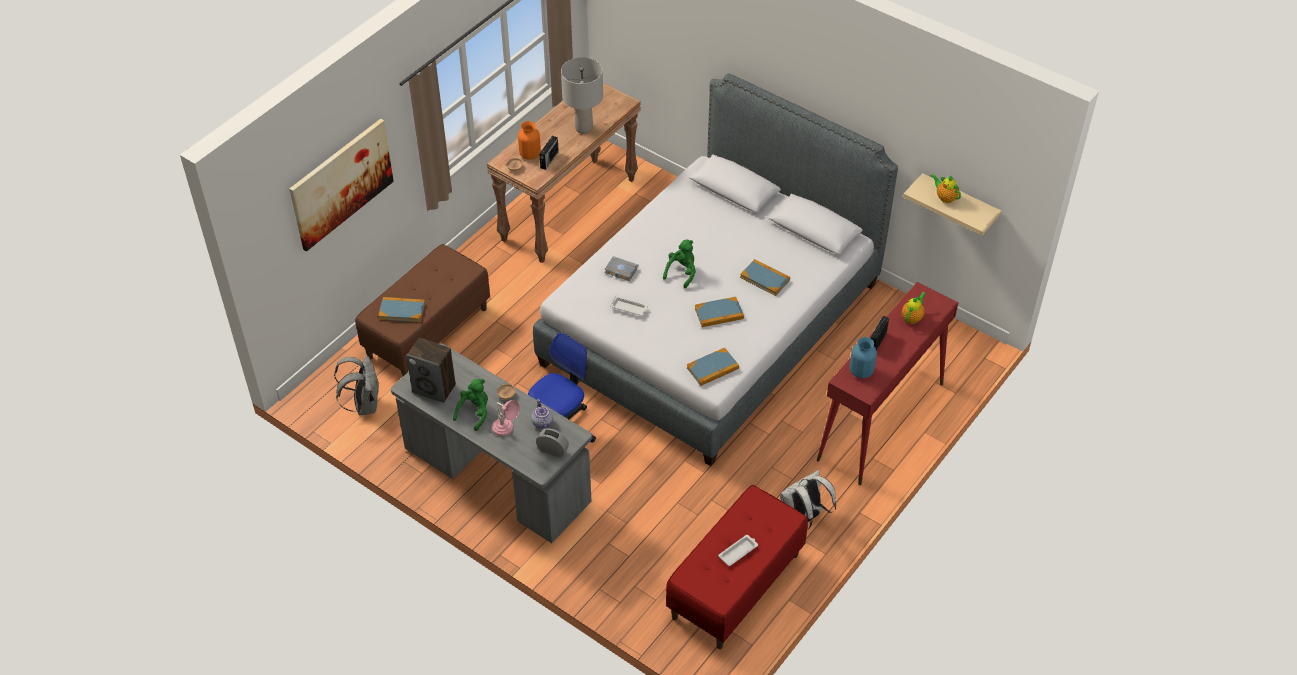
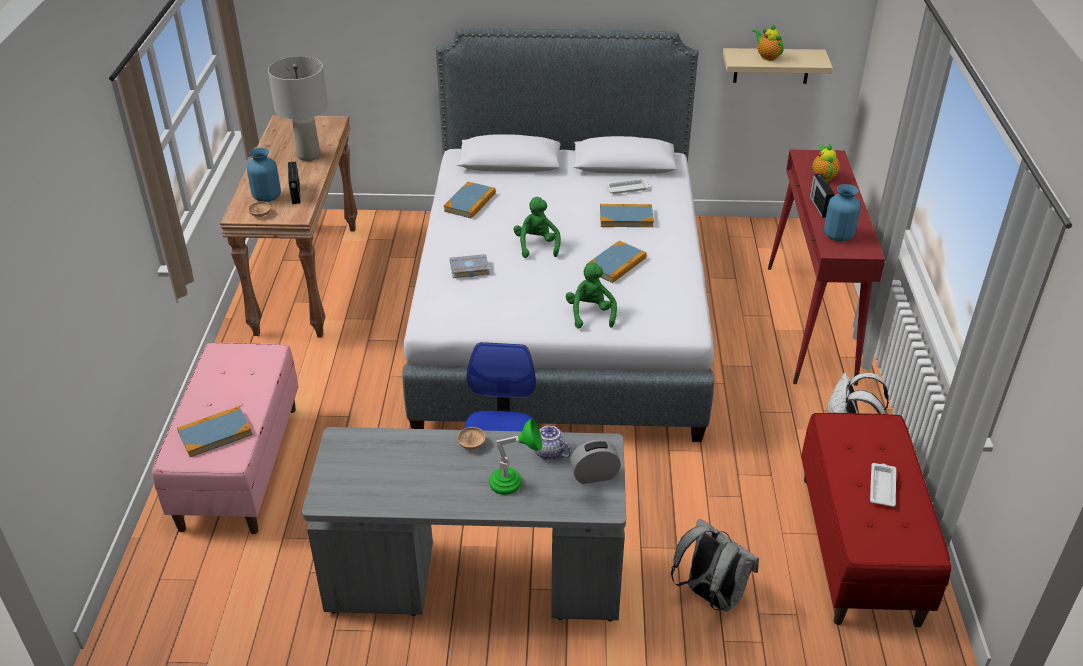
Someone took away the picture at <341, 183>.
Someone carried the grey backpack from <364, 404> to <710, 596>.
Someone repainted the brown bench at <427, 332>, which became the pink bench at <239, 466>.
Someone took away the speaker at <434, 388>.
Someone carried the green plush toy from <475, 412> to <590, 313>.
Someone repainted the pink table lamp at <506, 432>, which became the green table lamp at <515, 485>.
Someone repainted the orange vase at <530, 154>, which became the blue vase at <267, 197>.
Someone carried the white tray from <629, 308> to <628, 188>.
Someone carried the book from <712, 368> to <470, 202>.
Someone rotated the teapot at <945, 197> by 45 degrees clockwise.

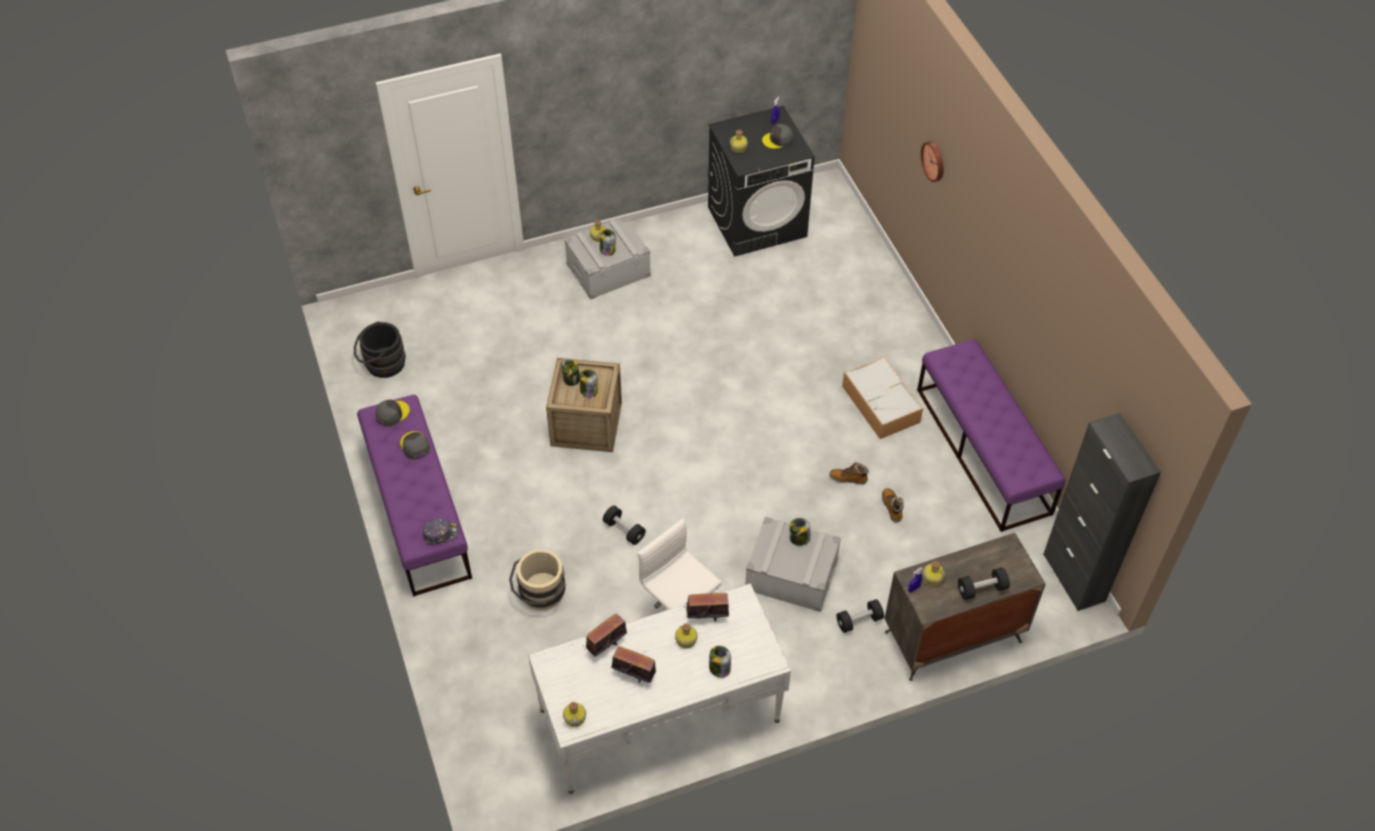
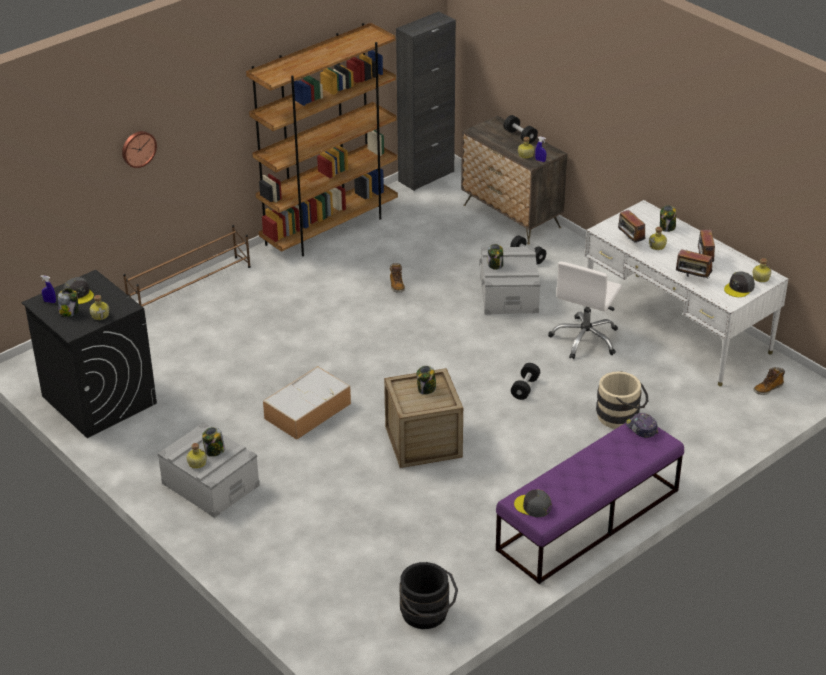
Someone carried the grey cap from <415, 446> to <739, 288>.
Someone carried the jar from <571, 379> to <69, 311>.
Someone carried the storage box from <881, 405> to <308, 410>.
Someone carried the boot from <892, 507> to <768, 388>.
Someone swapped the purple bench at <983, 451> for the brown bookcase at <330, 228>.
Someone put down the brown shoe rack at <190, 286>.

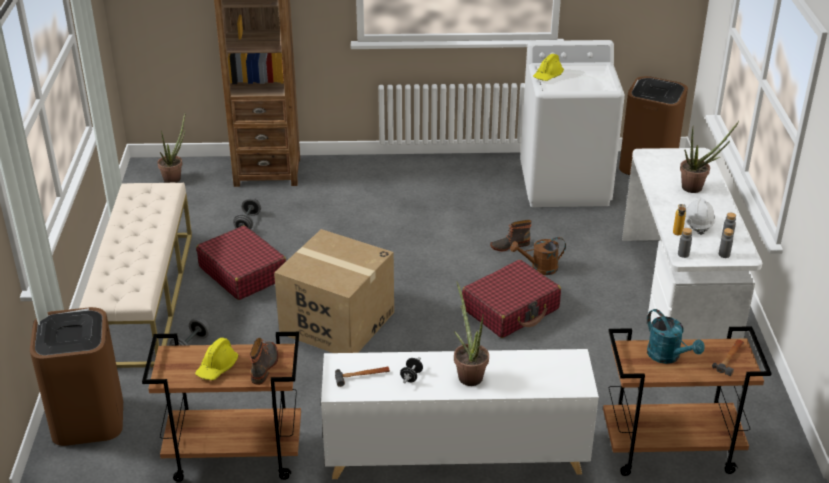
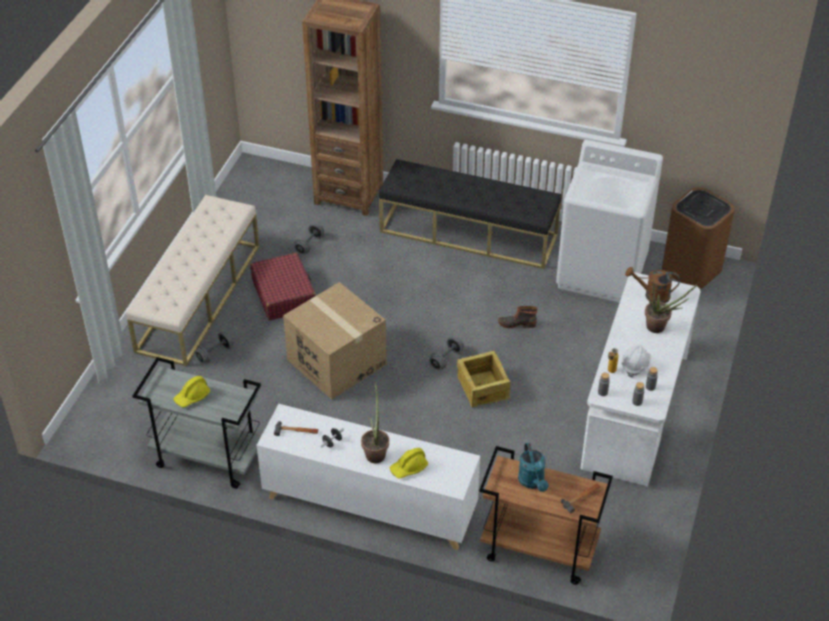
Someone took away the brown trash can at <87, 419>.
Someone repainted the brown cart at <233, 456>, which became the grey cart at <206, 458>.
Someone took away the potted plant at <175, 177>.
Someone took away the boot at <265, 366>.
Someone swapped the red suitcase at <511, 309> for the crate at <483, 387>.
Someone carried the brown watering can from <539, 268> to <652, 295>.
Someone carried the yellow hard hat from <548, 76> to <409, 468>.
Someone put down the black bench at <469, 233>.
Someone put down the grey dumbbell at <446, 359>.

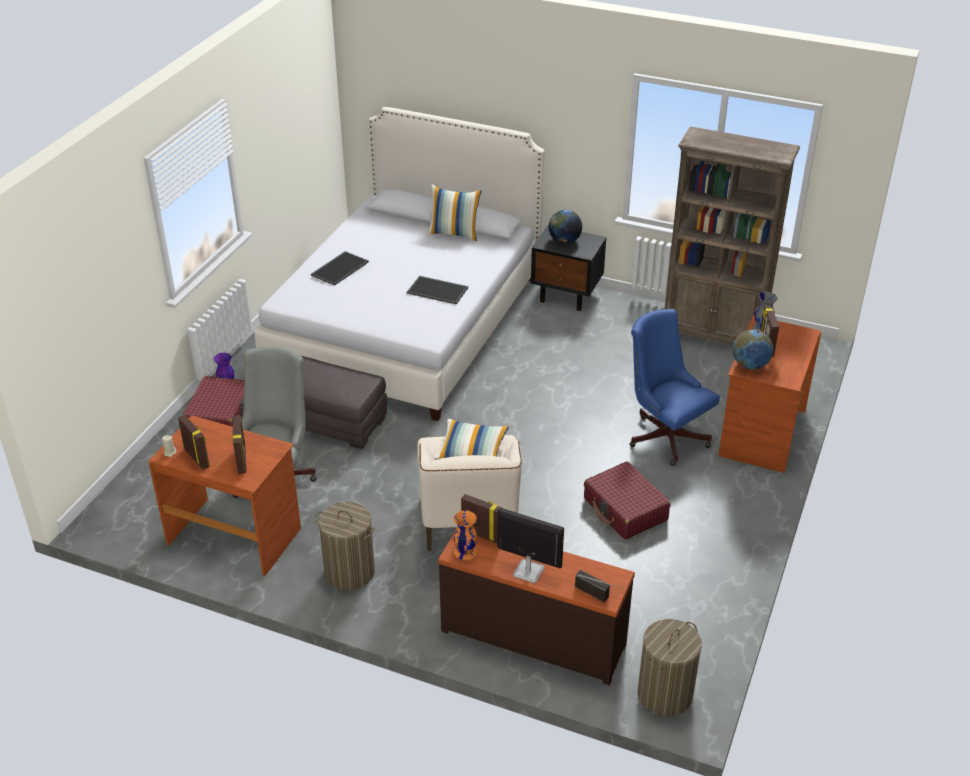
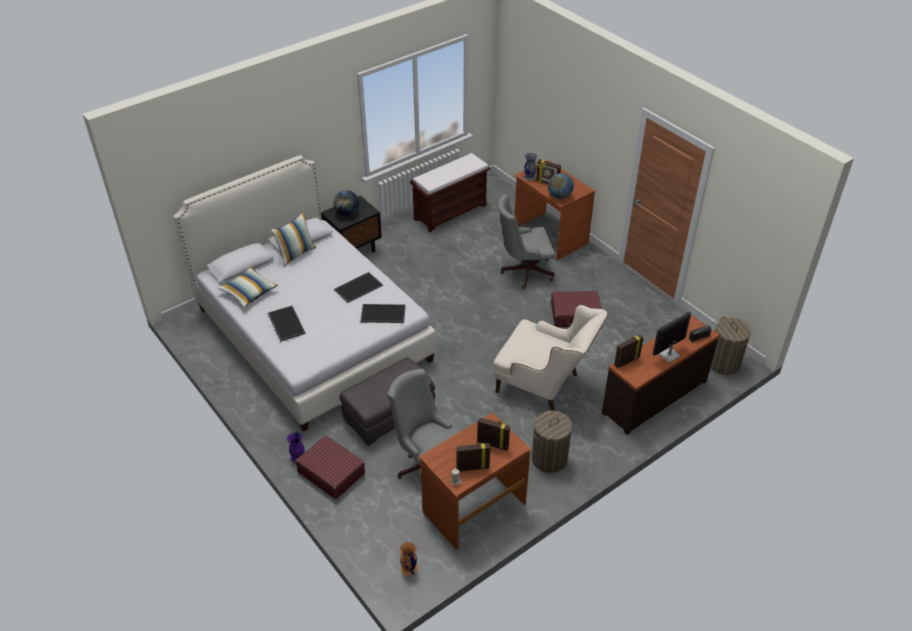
Someone carried the pillow from <472, 451> to <248, 292>.
Someone carried the orange vase from <465, 551> to <408, 568>.
Someone repainted the blue office chair at <665, 435>, which became the grey office chair at <524, 271>.
Someone swapped the brown bookcase at <713, 336> for the brown bench at <450, 212>.
Someone put down the tray at <382, 314>.

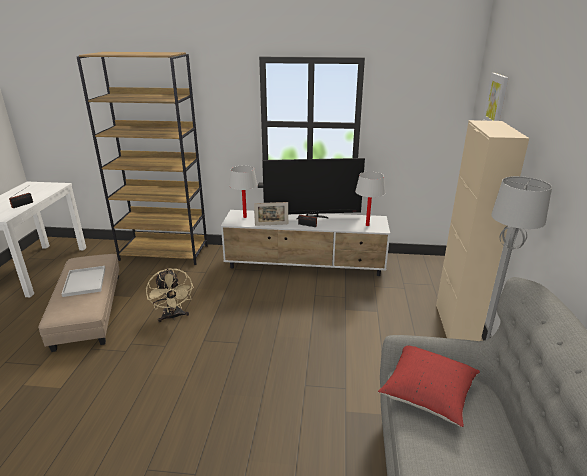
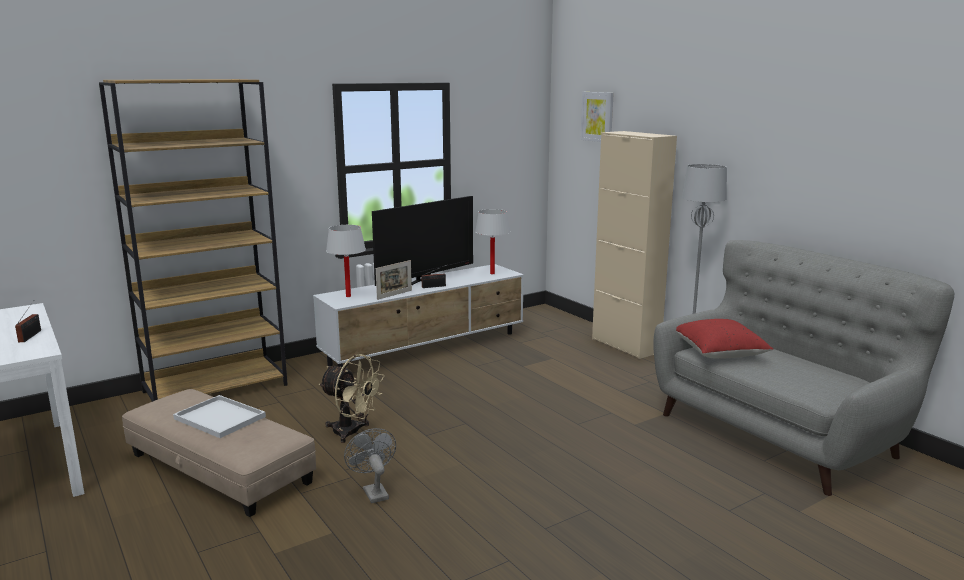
Someone put down the grey fan at <373, 491>.

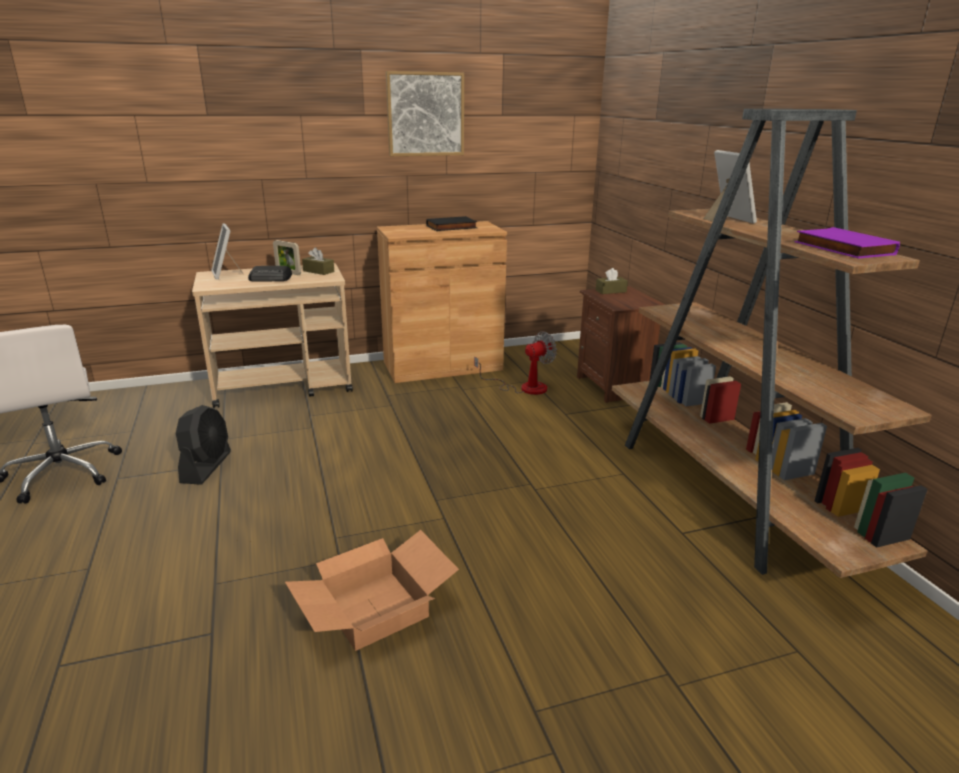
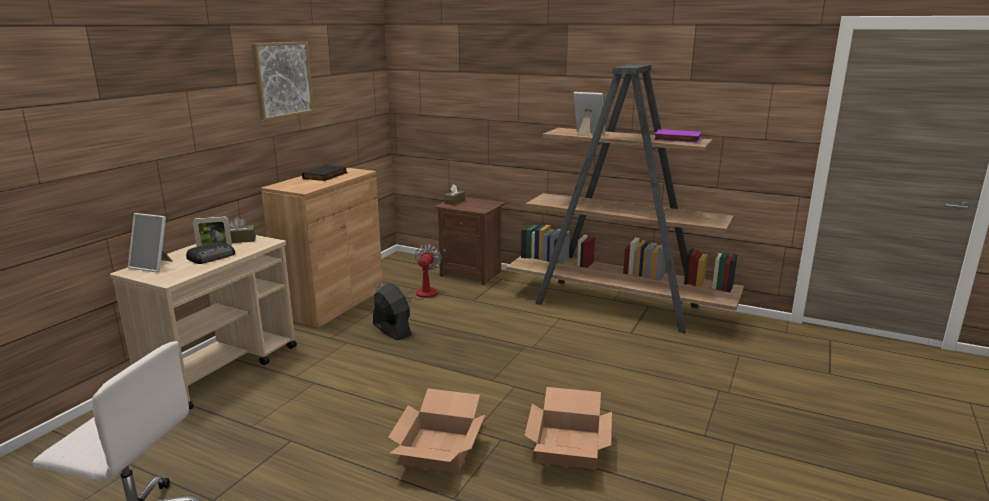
Someone carried the black fan from <206, 467> to <391, 330>.
Someone put down the cardboard box at <437, 448>.

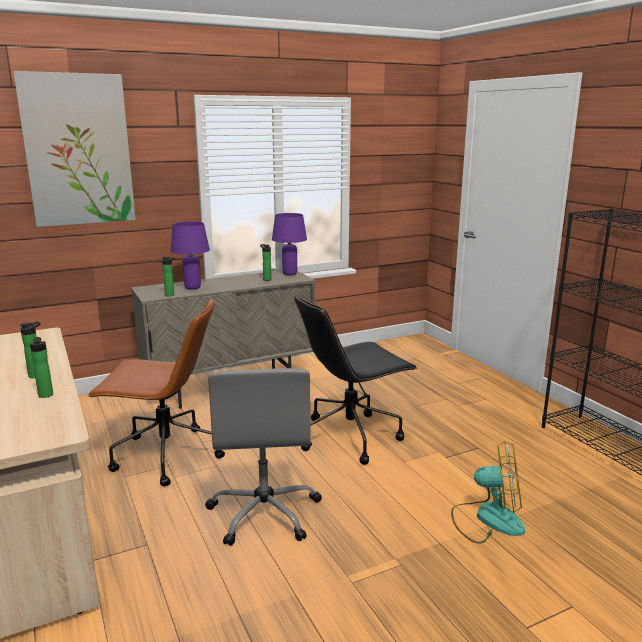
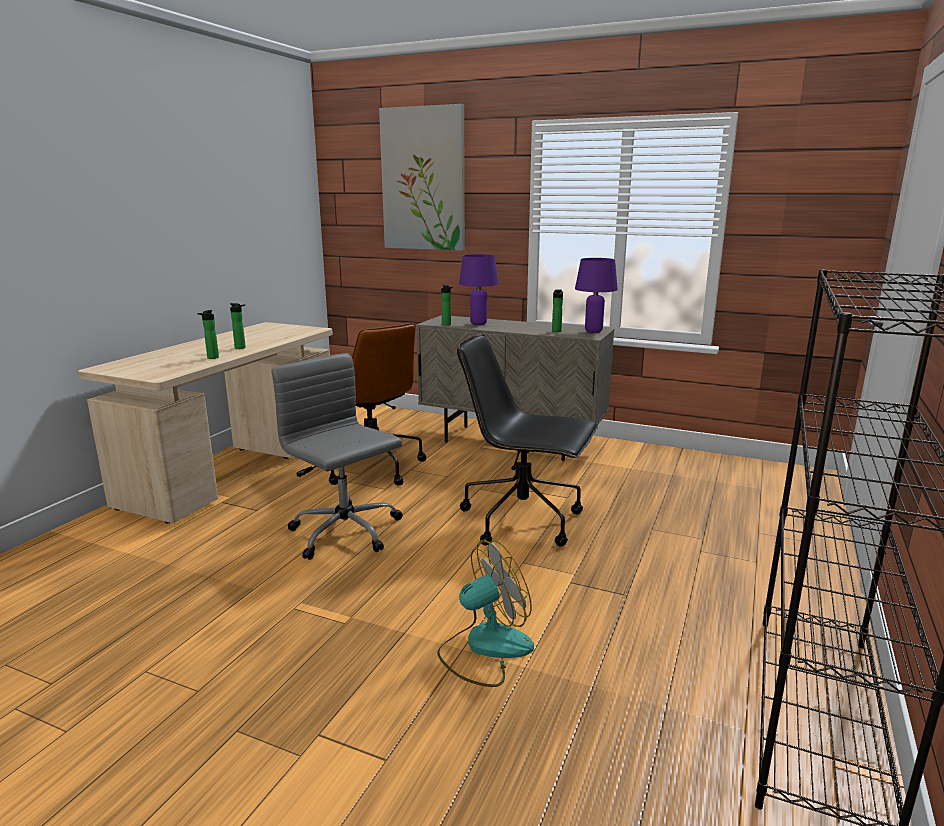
Someone rotated the grey office chair at <265, 512> by 90 degrees clockwise.
Someone rotated the fan at <487, 519> by 90 degrees counterclockwise.

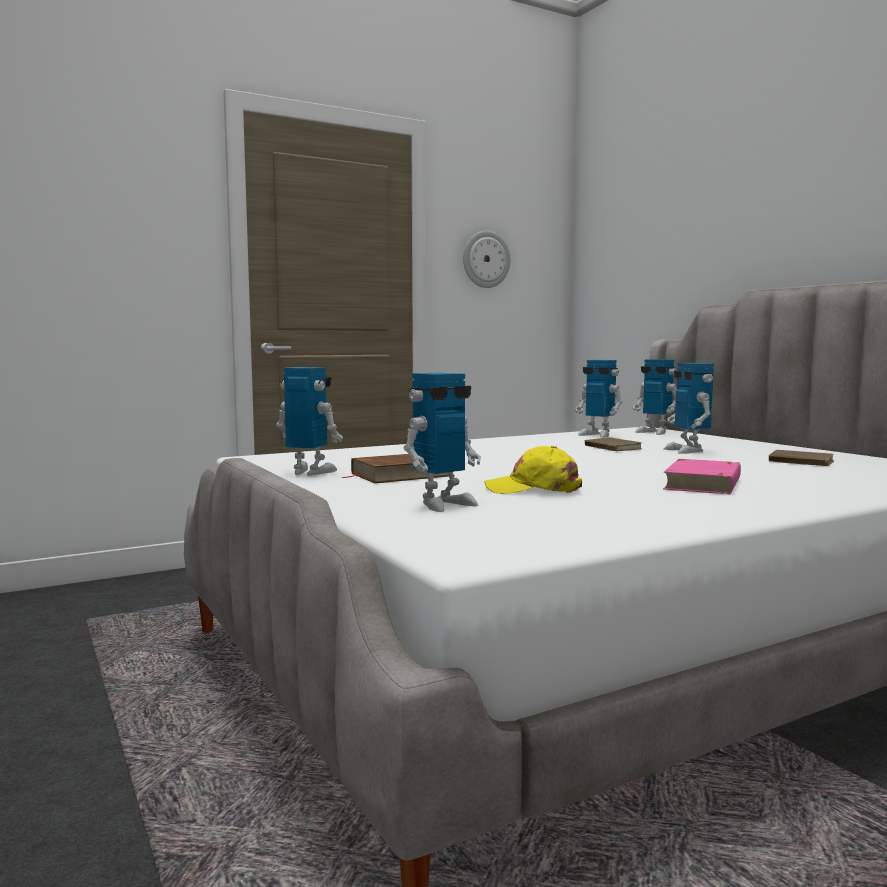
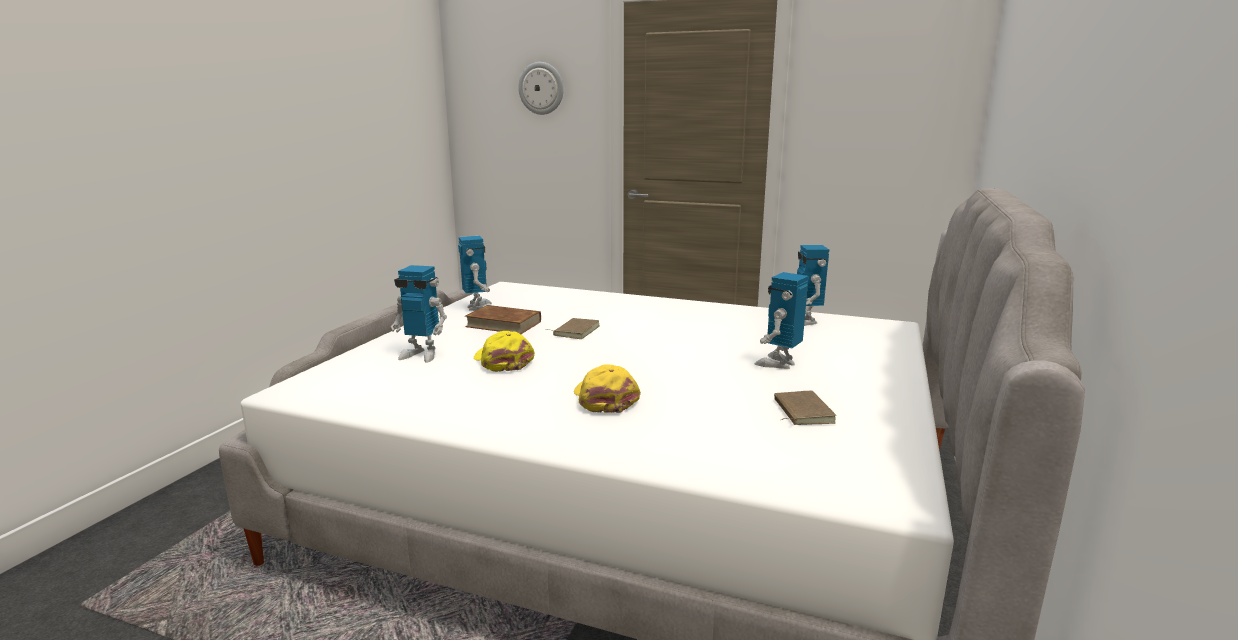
Someone carried the wall clock from <485, 259> to <541, 88>.
Someone carried the brown book from <611, 448> to <575, 331>.
Someone took away the toy robot at <654, 432>.
Someone swapped the pink book at <703, 484> for the yellow cap at <604, 398>.

